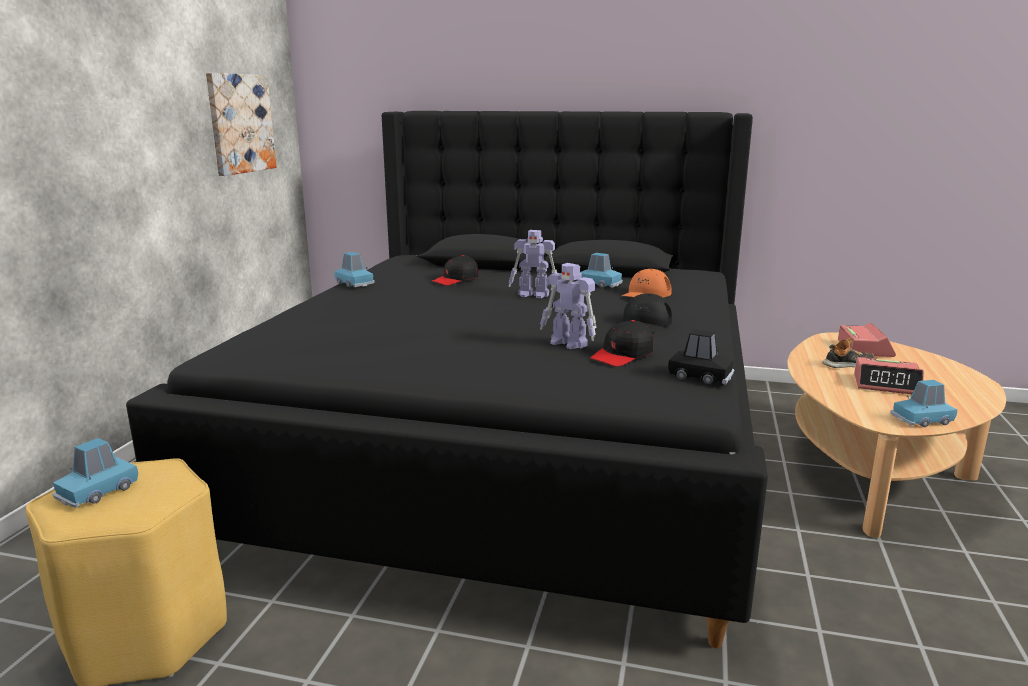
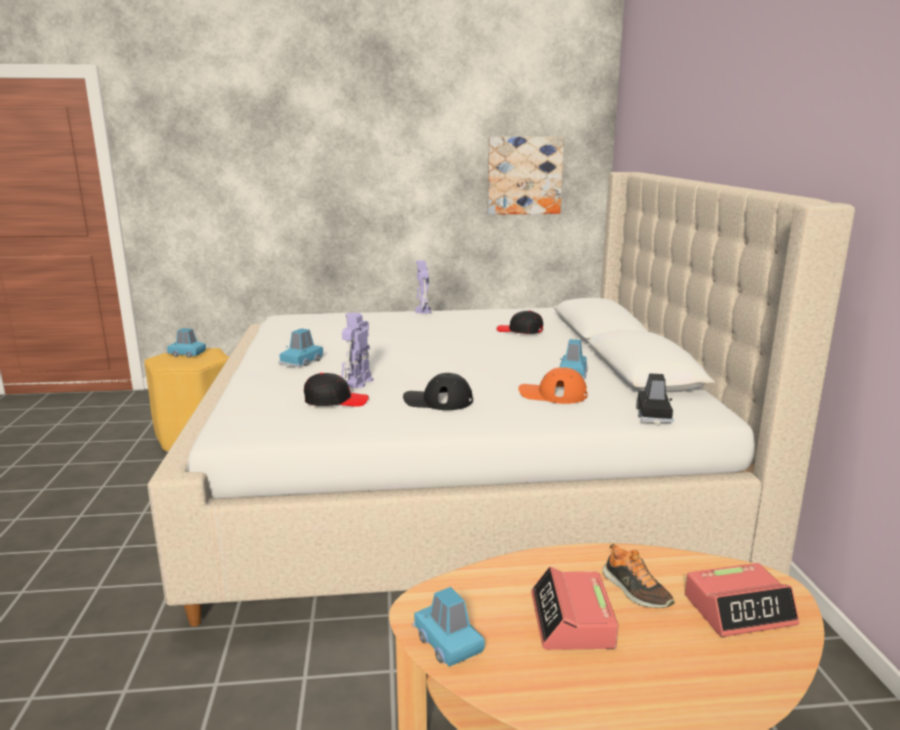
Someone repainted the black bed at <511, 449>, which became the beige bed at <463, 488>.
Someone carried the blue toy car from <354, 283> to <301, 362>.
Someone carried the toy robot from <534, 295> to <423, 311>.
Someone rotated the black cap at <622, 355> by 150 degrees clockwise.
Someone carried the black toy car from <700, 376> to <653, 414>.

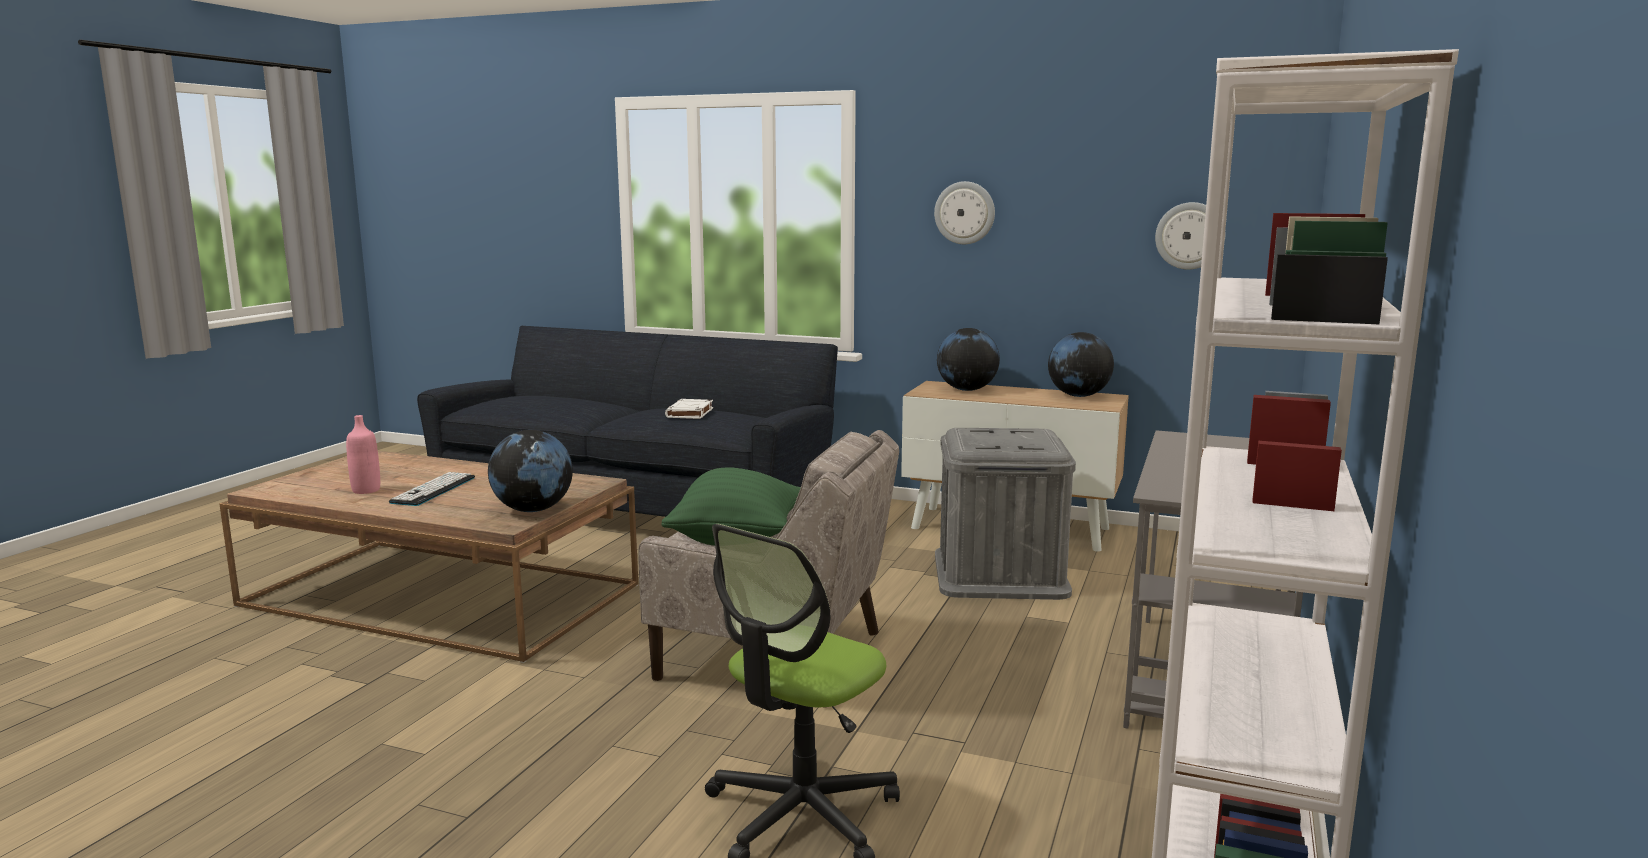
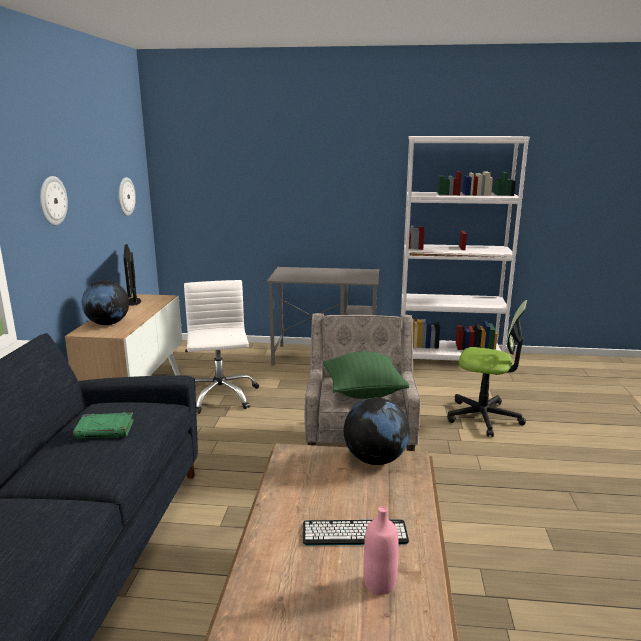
Someone repainted the white book at <690, 413>, which became the green book at <105, 430>.
Someone swapped the grey storage box at <1000, 574> for the white office chair at <220, 396>.
Someone swapped the globe at <1078, 396> for the monitor at <133, 301>.

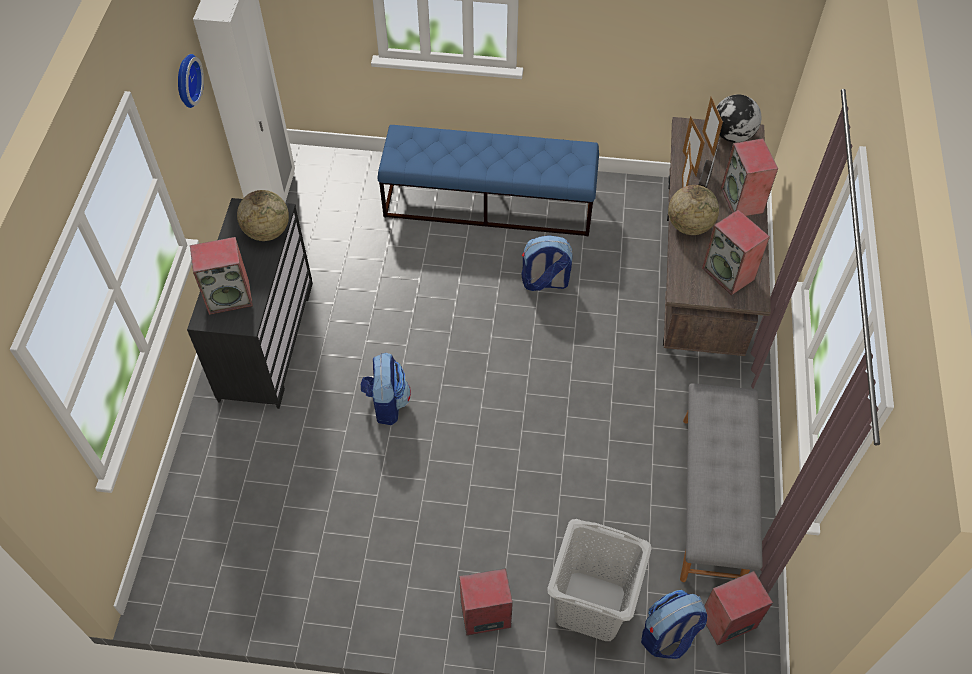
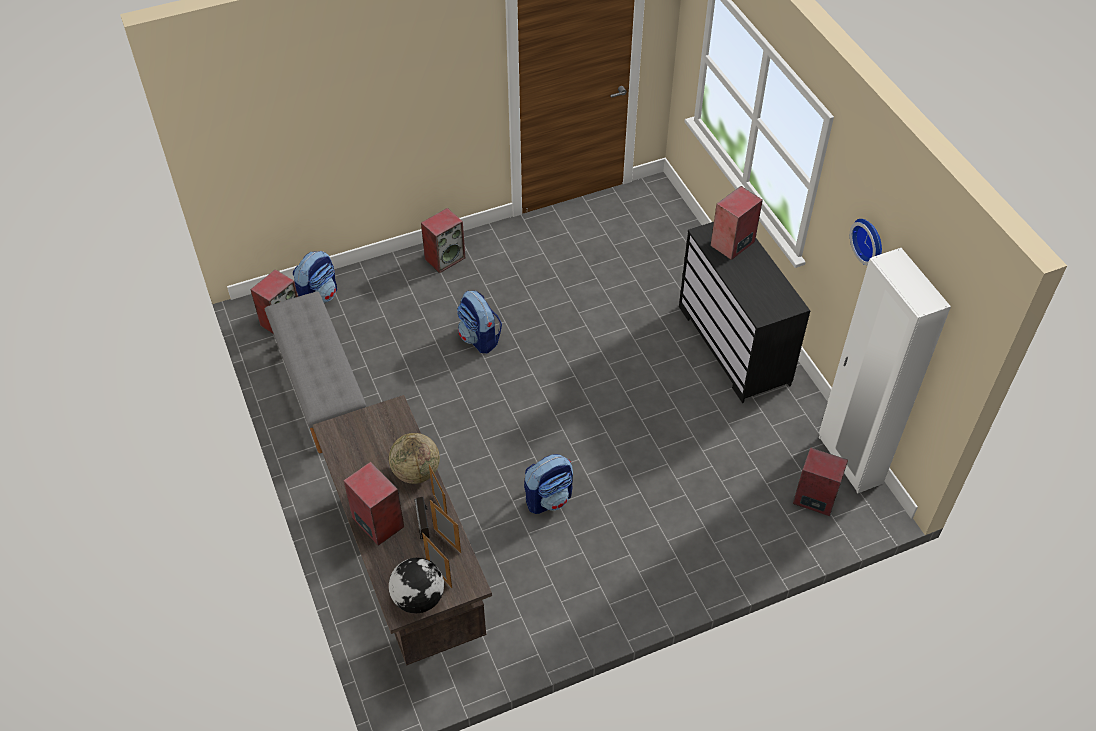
Someone took away the globe at <267, 231>.
Someone carried the backpack from <386, 403> to <480, 338>.
Someone took away the blue bench at <489, 202>.
Someone took away the grey laundry basket at <590, 606>.
Someone carried the speaker from <729, 274> to <814, 499>.

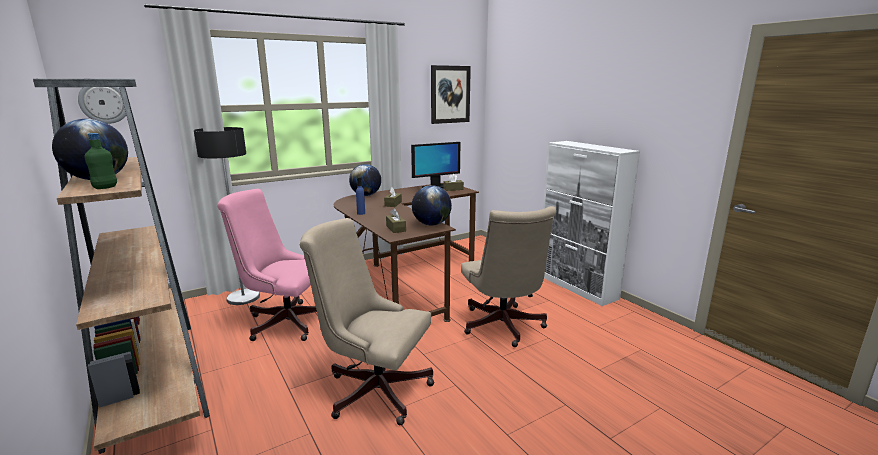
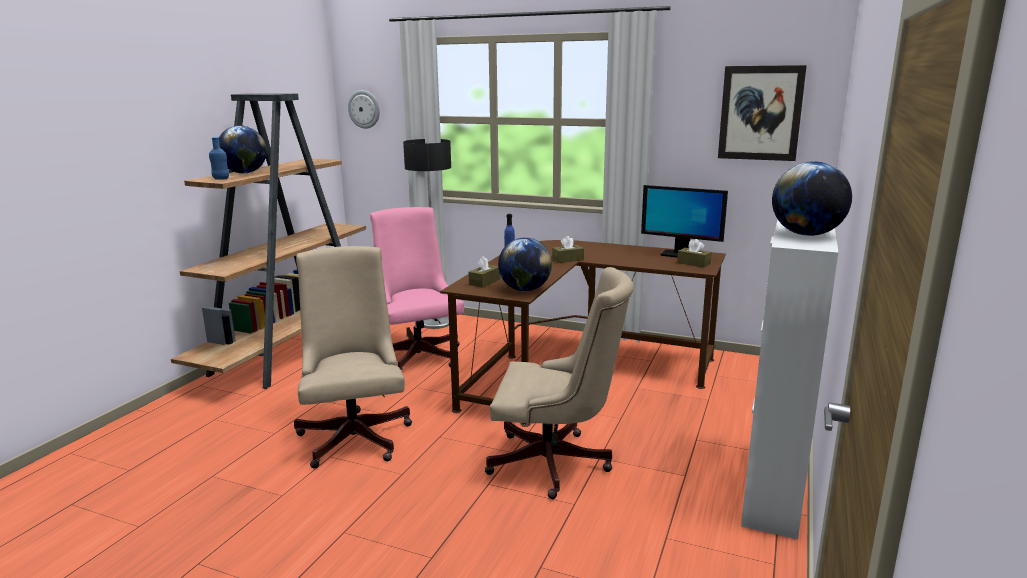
Someone repainted the green bottle at <105, 187>, which became the blue bottle at <221, 179>.
Someone carried the globe from <366, 195> to <806, 234>.
Someone rotated the beige office chair at <503, 327> by 120 degrees counterclockwise.

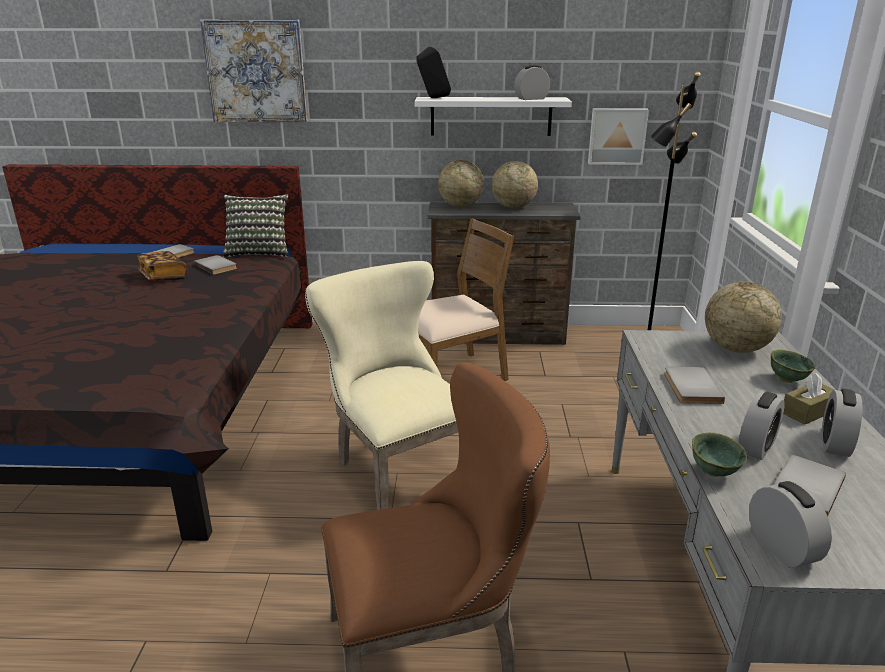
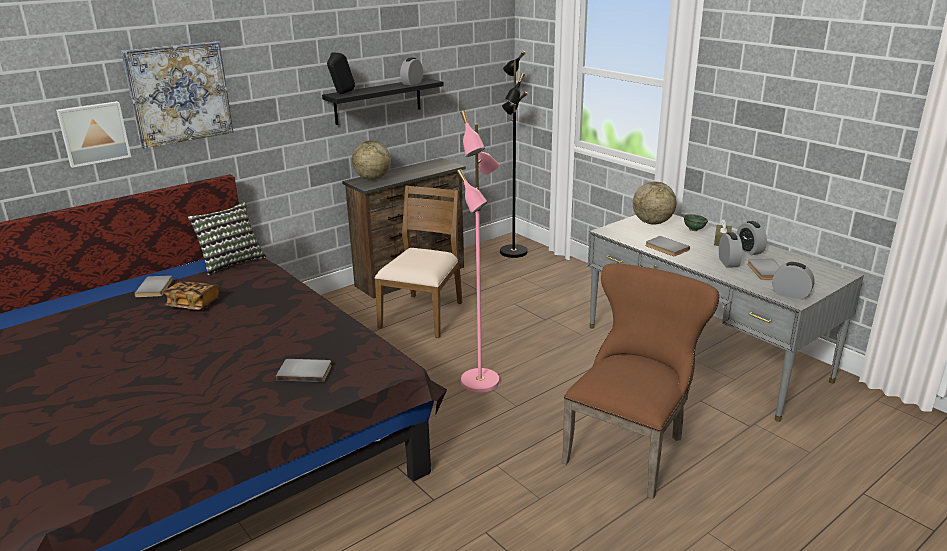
Someone carried the grey book from <217, 266> to <305, 371>.
Someone swapped the beige chair at <397, 472> for the pink floor lamp at <481, 382>.
Someone repainted the white shelf at <491, 116>, which became the black shelf at <378, 101>.
Someone took away the globe at <513, 207>.
Someone carried the picture from <617, 136> to <94, 133>.
Someone took away the green bowl at <714, 472>.

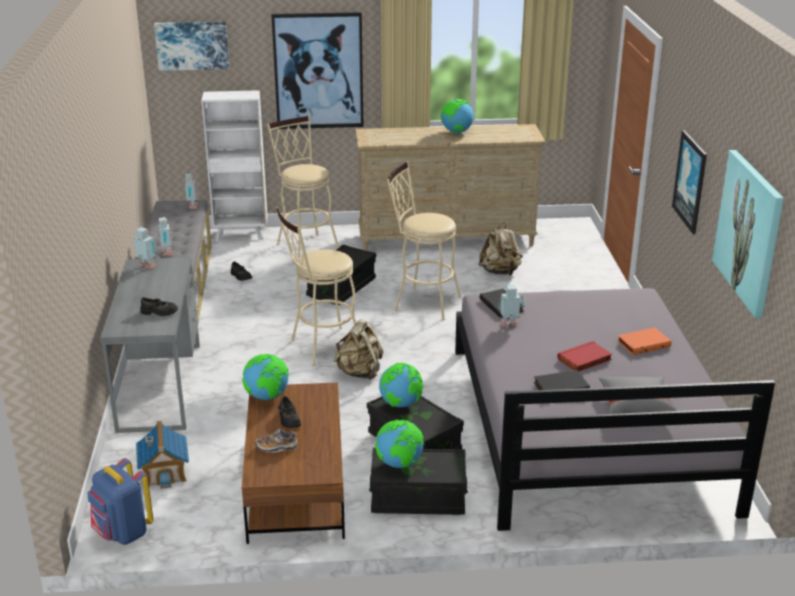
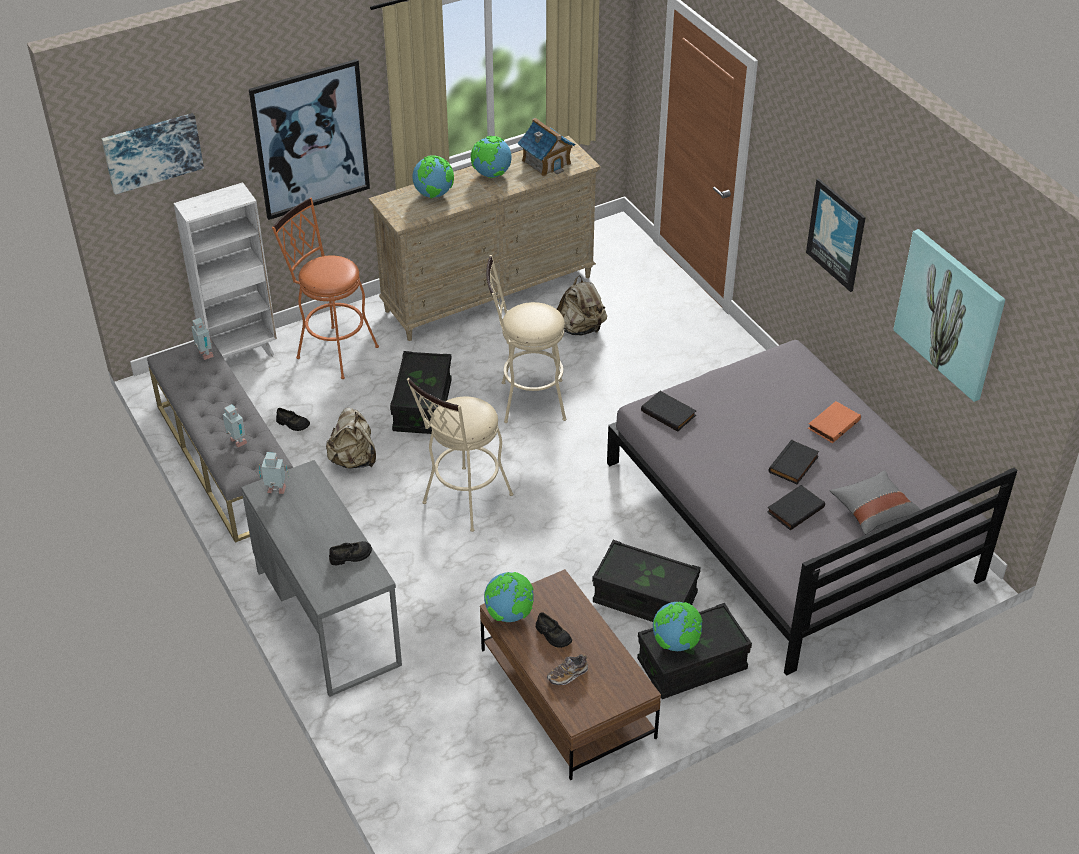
Someone took away the blue backpack at <123, 533>.
Someone carried the toy house from <165, 472> to <546, 162>.
Someone repainted the beige stool at <305, 245>, which became the orange stool at <332, 349>.
Someone carried the beige backpack from <359, 372> to <353, 460>.
Someone carried the globe from <401, 404> to <434, 194>.
Someone took away the toy robot at <509, 325>.
Someone repainted the red book at <585, 360>, which became the black book at <794, 465>.

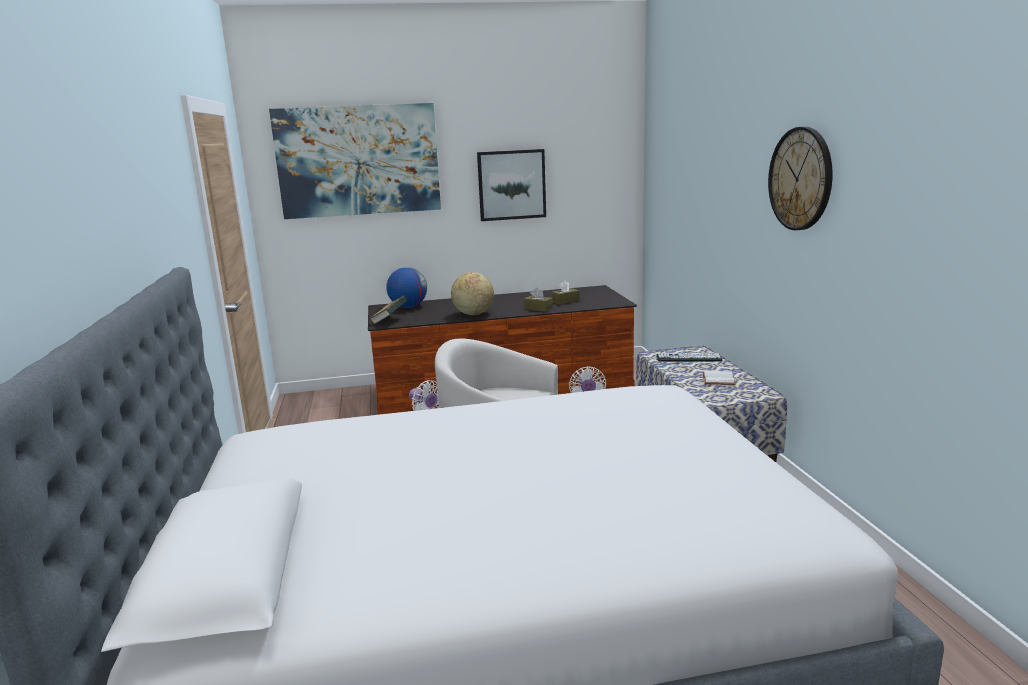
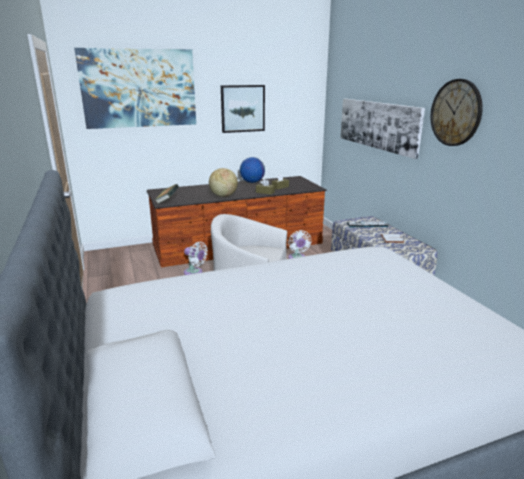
Someone carried the globe from <408, 307> to <252, 182>.
Someone put up the picture at <377, 125>.

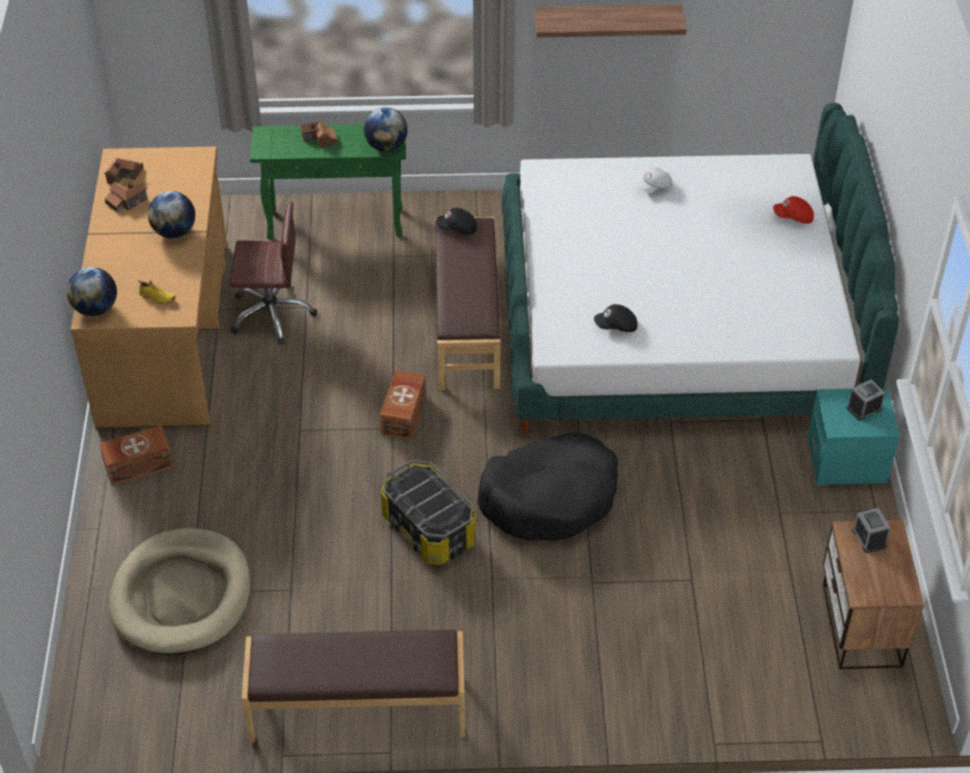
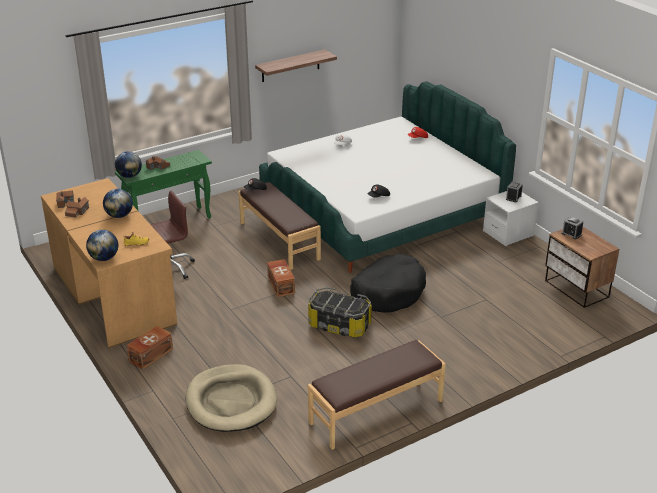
Someone carried the globe from <386, 146> to <129, 176>.
Someone repainted the turquoise nightstand at <846, 460>, which became the white nightstand at <508, 233>.

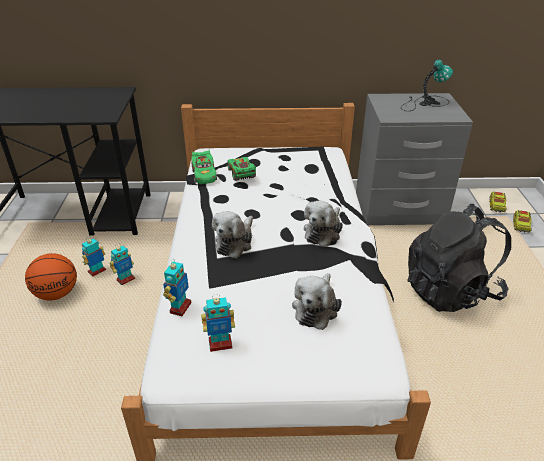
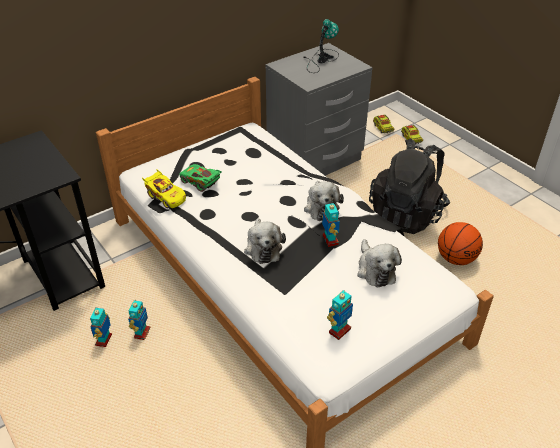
Someone carried the basketball from <57, 293> to <456, 258>.
Someone carried the toy robot from <180, 307> to <330, 240>.
Someone repainted the green toy car at <204, 174>, which became the yellow toy car at <166, 197>.

